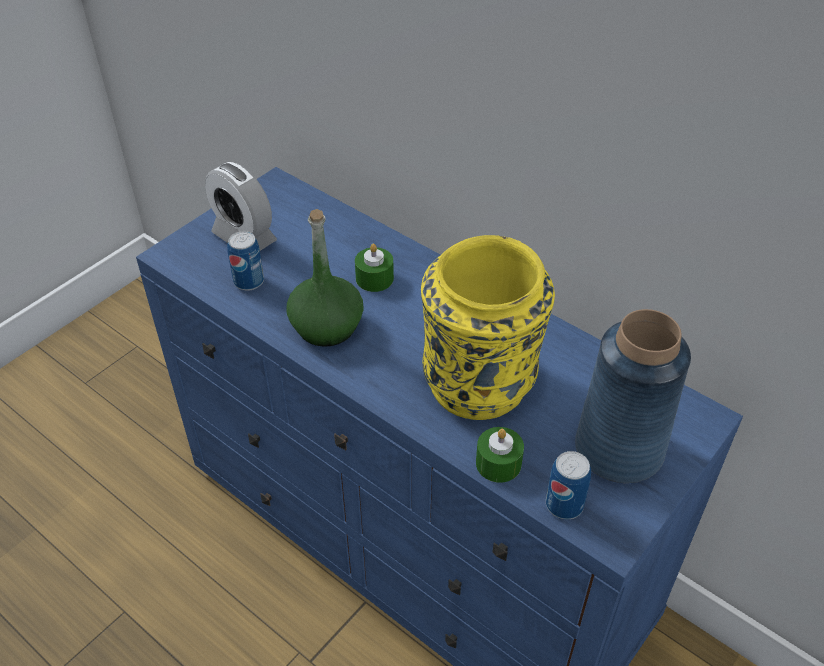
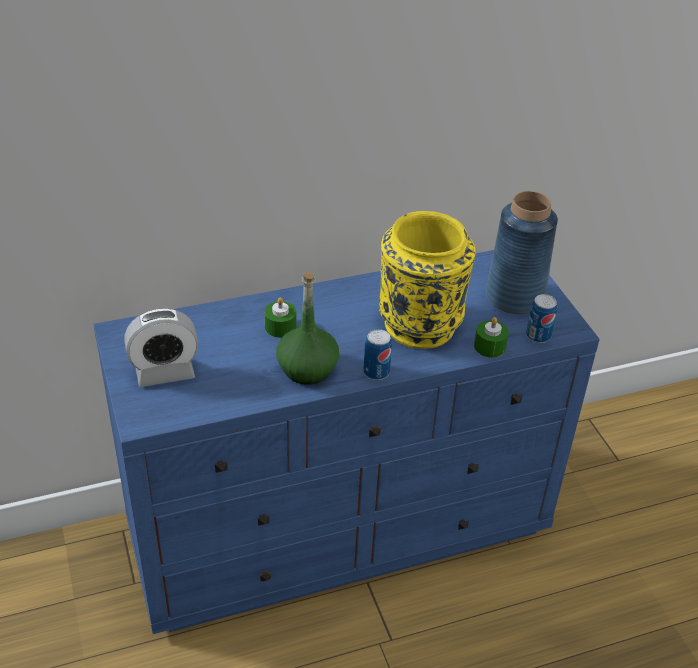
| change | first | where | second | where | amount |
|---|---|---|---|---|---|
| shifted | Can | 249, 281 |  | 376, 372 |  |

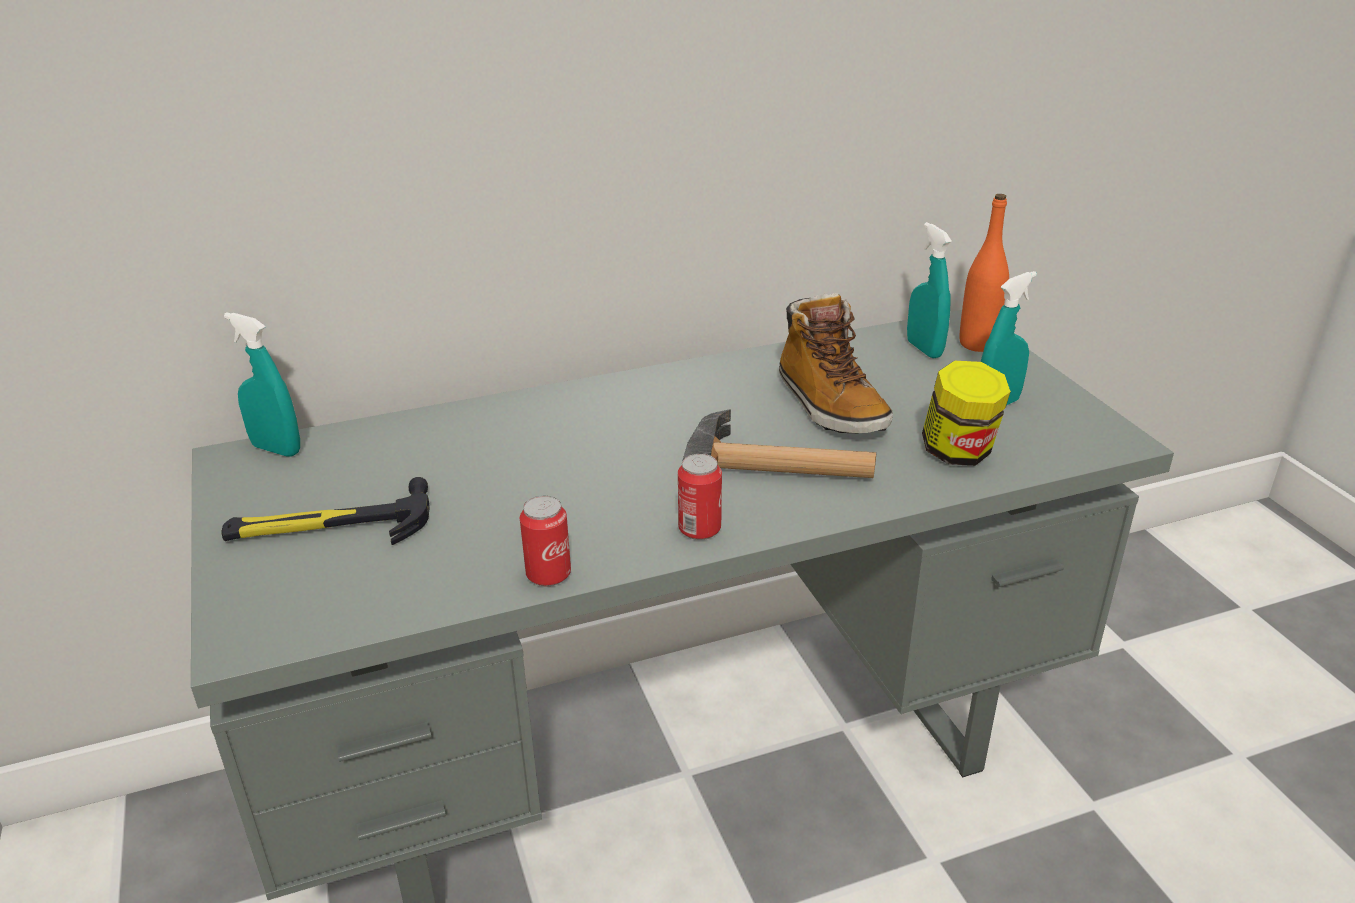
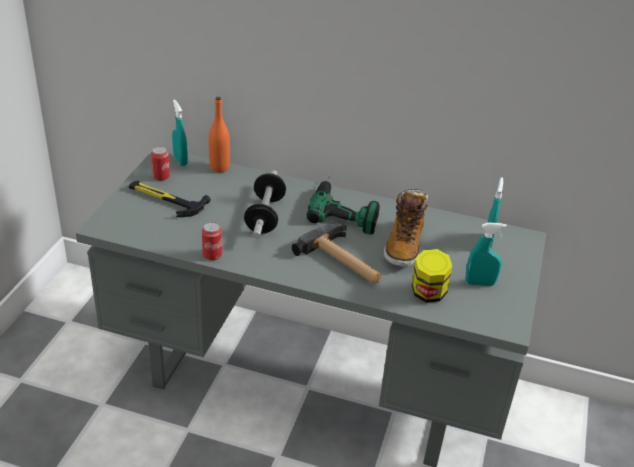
| change | first | where | second | where | amount |
|---|---|---|---|---|---|
| shifted | OrangeBottle | 978, 344 |  | 219, 168 |  |
| shifted | Can | 699, 529 |  | 161, 177 |  |
| new |  |  | Dumbbell | 265, 216 |  |
| new |  |  | PowerDrill | 345, 206 |  |

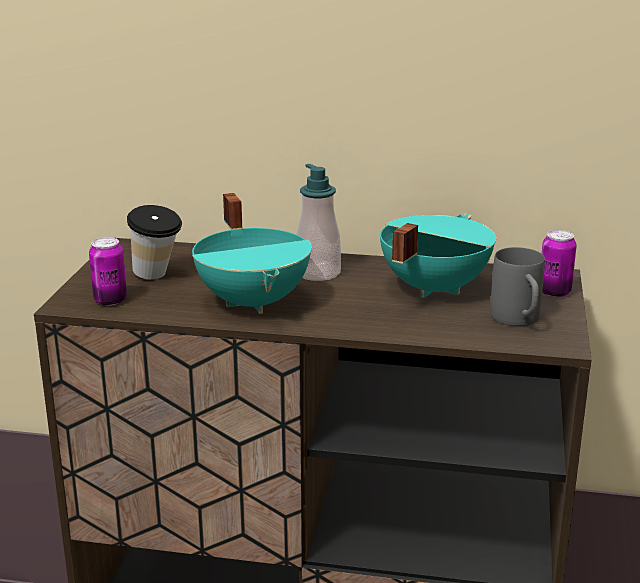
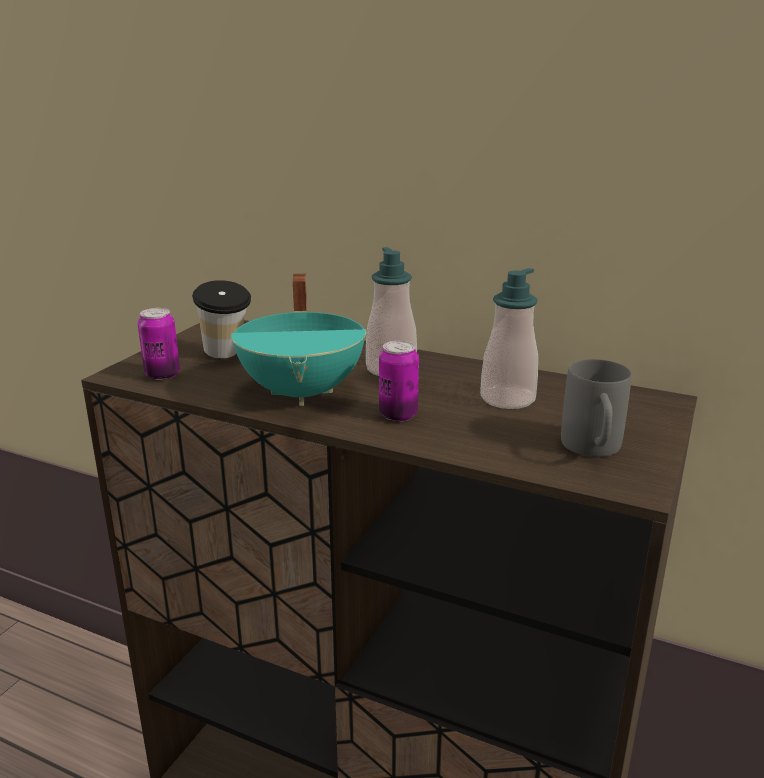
| change | first | where | second | where | amount |
|---|---|---|---|---|---|
| swapped | TurquoiseCookingPot | 432, 288 | SoapDispenser | 507, 399 |  |
| shifted | Can | 554, 292 |  | 398, 415 |  |

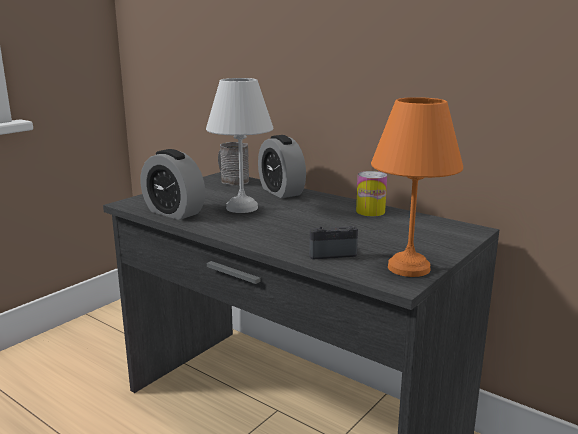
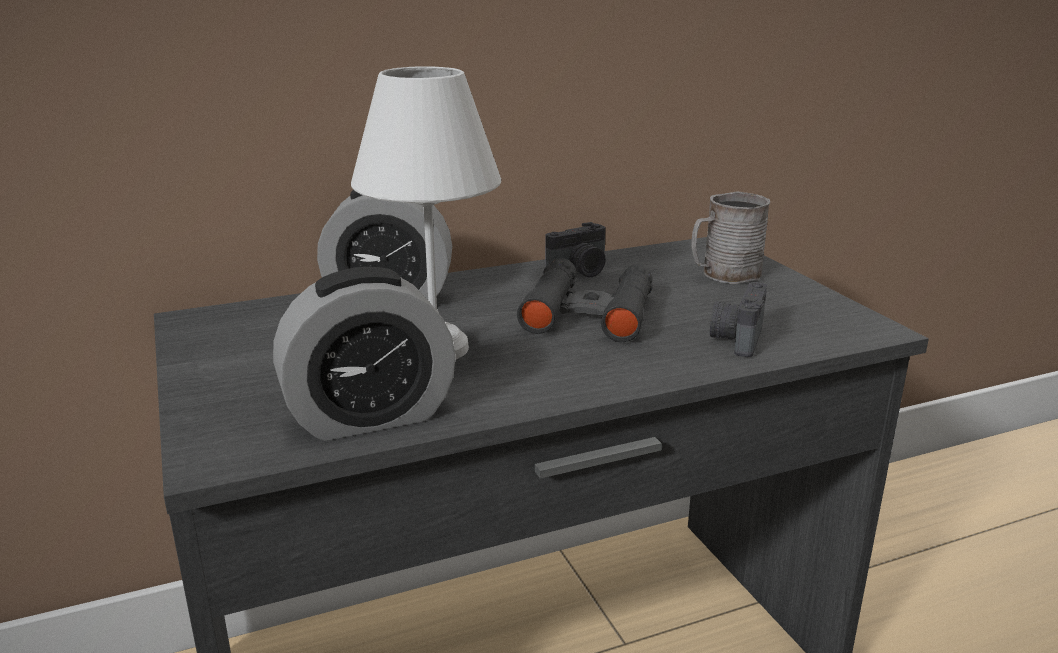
| change | first | where | second | where | amount |
|---|---|---|---|---|---|
| gone | OrangeTableLamp | 406, 268 |  |  |  |
| shifted | GreyMug | 232, 181 |  | 724, 275 |  |
| swapped | Can | 370, 211 | PhotoCamera | 580, 271 |  |
| new |  |  | BlackBinoculars | 588, 313 |  |

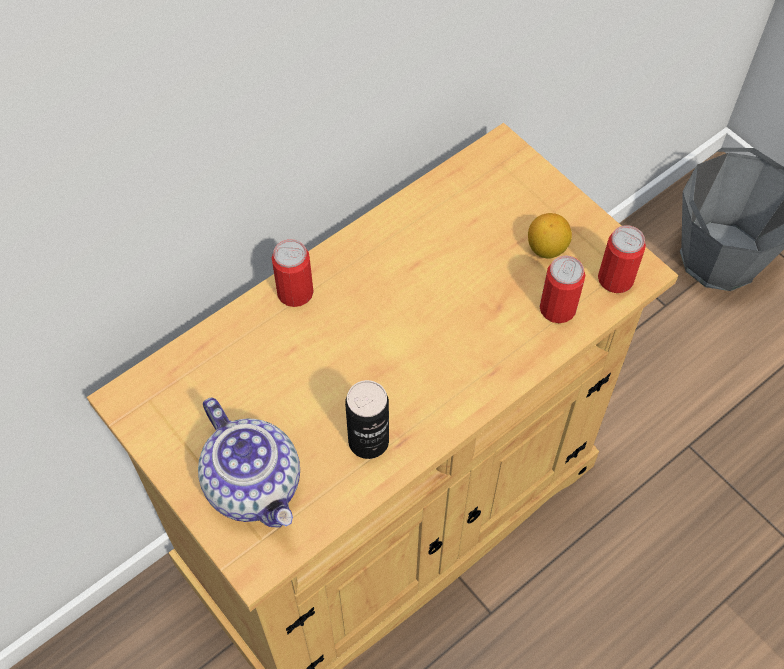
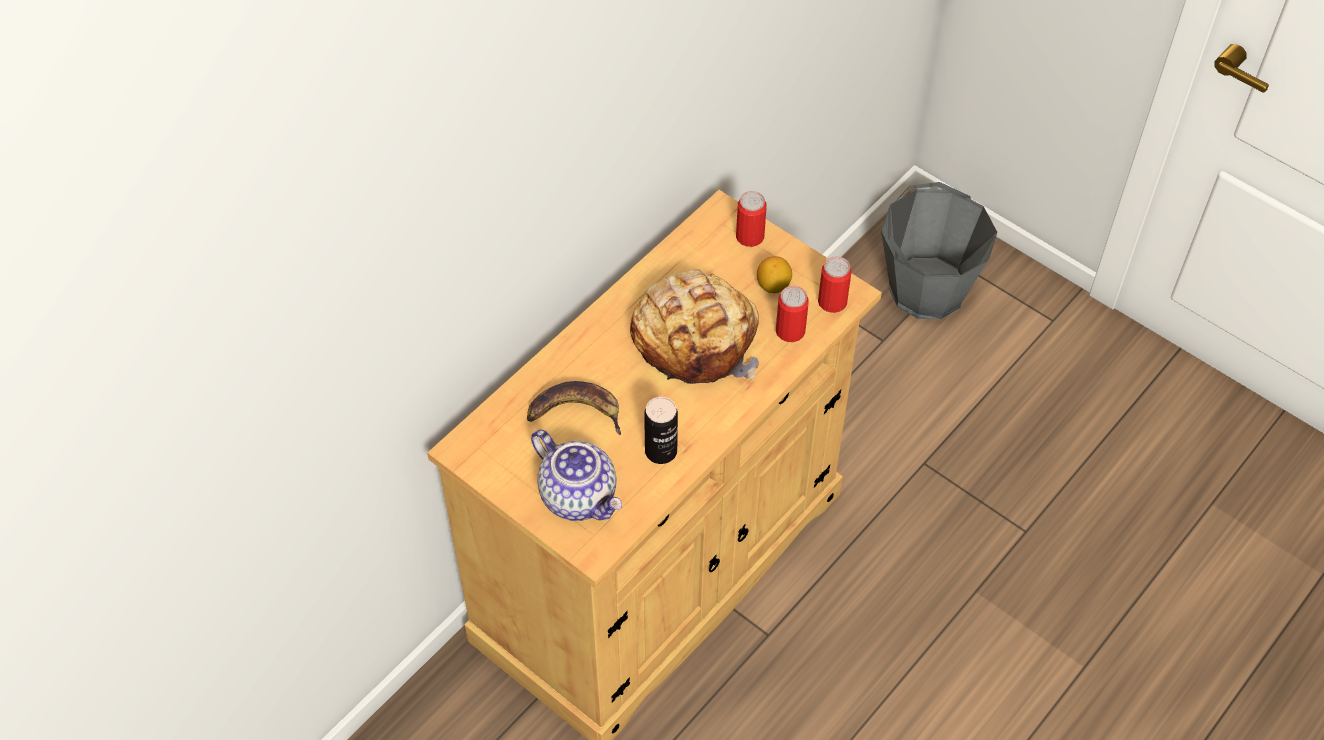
| change | first | where | second | where | amount |
|---|---|---|---|---|---|
| shifted | Can | 295, 292 |  | 750, 236 |  |
| new |  |  | Bread | 696, 338 |  |
| new |  |  | Banana | 576, 412 |  |

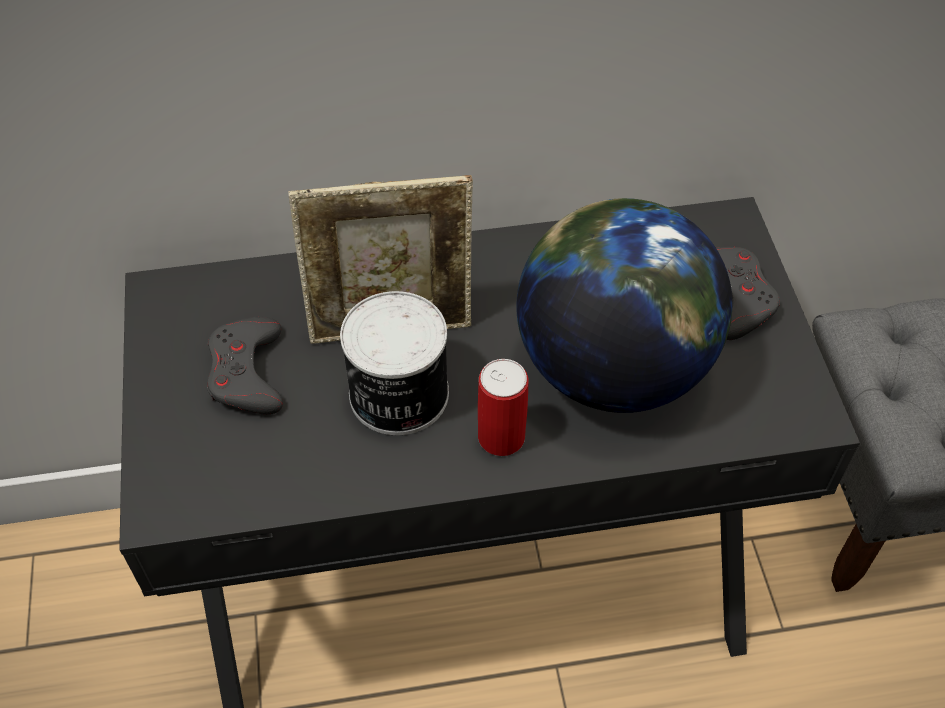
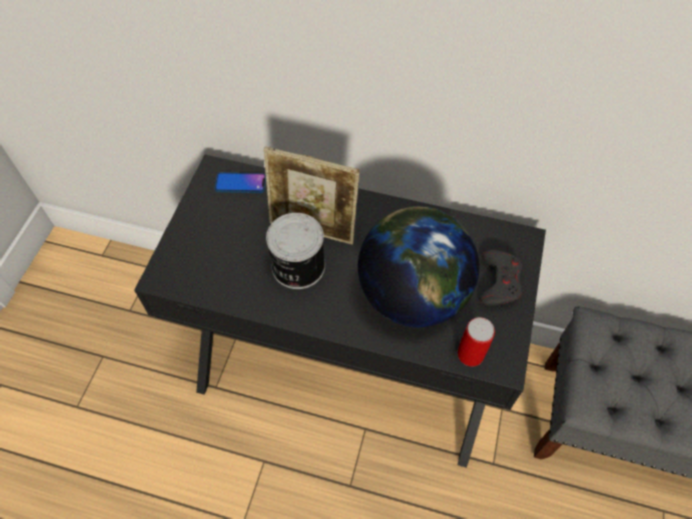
| change | first | where | second | where | amount |
|---|---|---|---|---|---|
| gone | GreyGameController | 247, 373 |  |  |  |
| shifted | Can | 501, 437 |  | 470, 354 |  |
| new |  |  | Phone | 240, 183 |  |

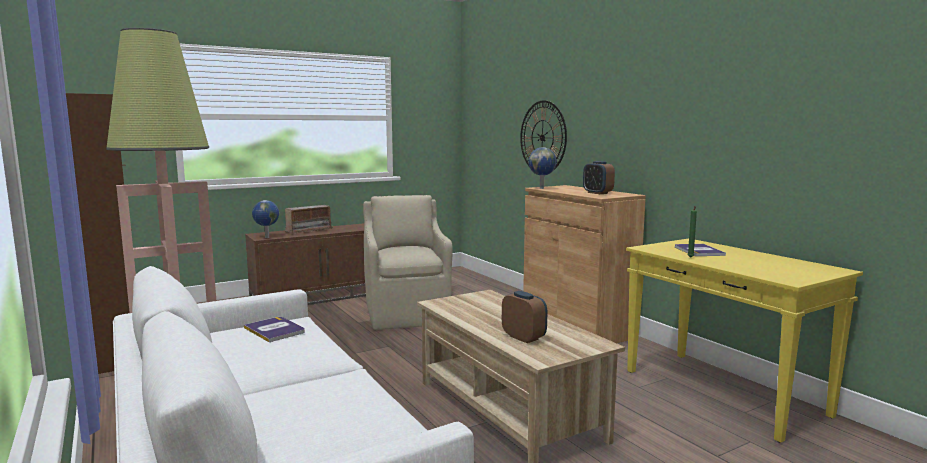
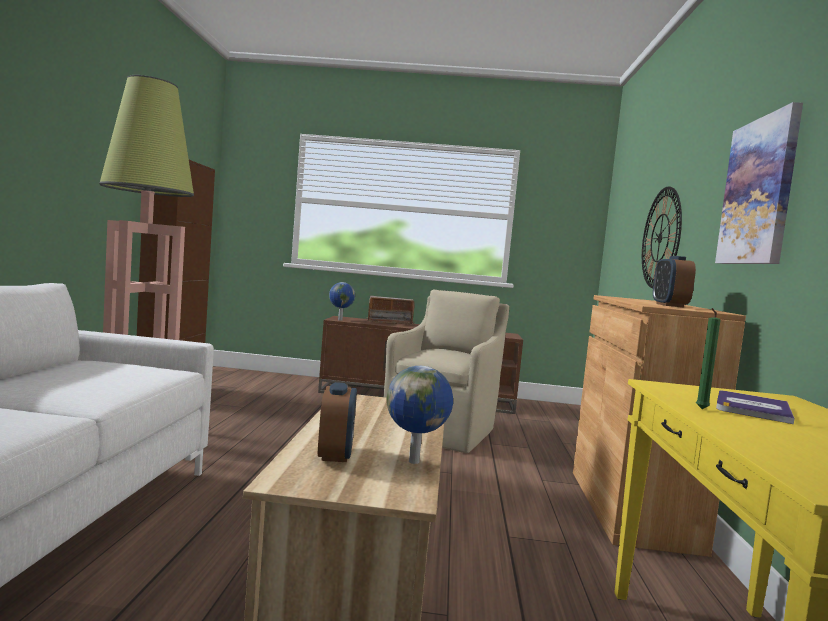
| change | first | where | second | where | amount |
|---|---|---|---|---|---|
| shifted | Globe | 542, 188 |  | 415, 461 |  |
| gone | Book | 275, 330 |  |  |  |
| new |  |  | Picture | 758, 192 |  |

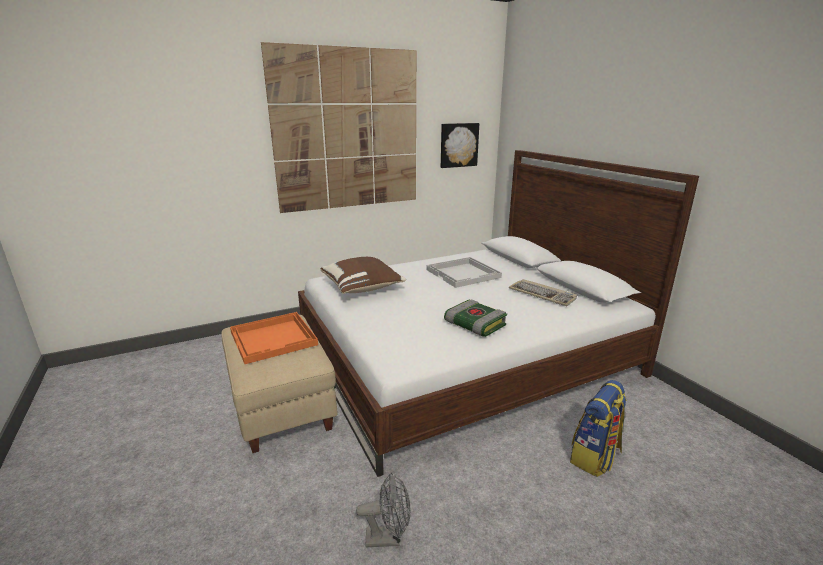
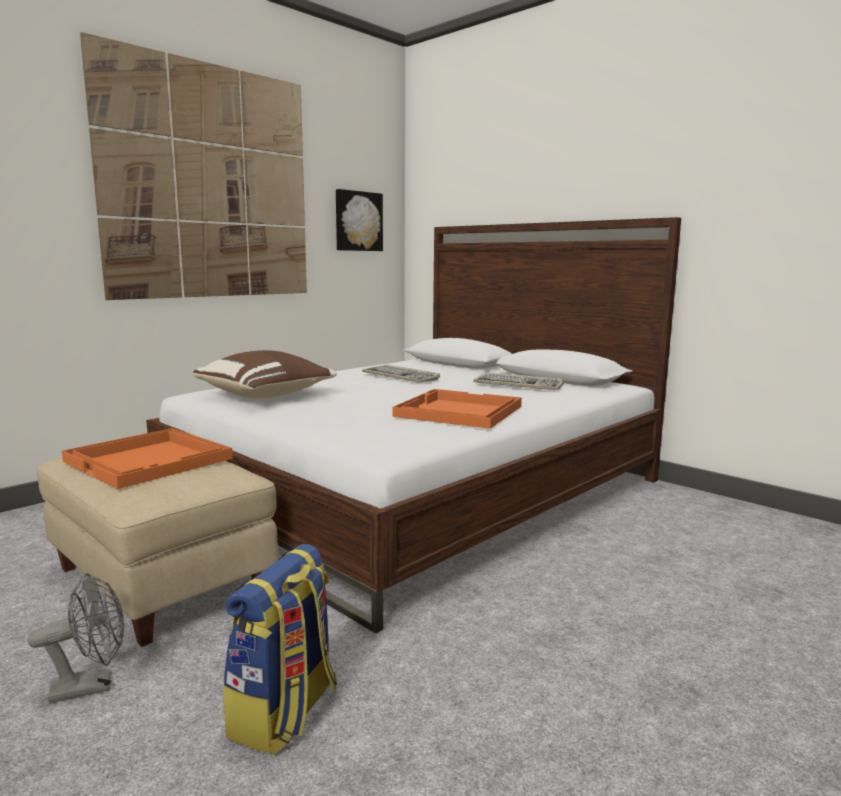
| change | first | where | second | where | amount |
|---|---|---|---|---|---|
| swapped | WhiteTray | 463, 273 | Keyboard | 401, 377 |  |
| swapped | Book | 474, 324 | OrangeTray | 457, 411 |  |
| shifted | Backpack | 595, 457 |  | 285, 713 |  |
| shifted | GreyFan | 388, 537 |  | 91, 685 |  |

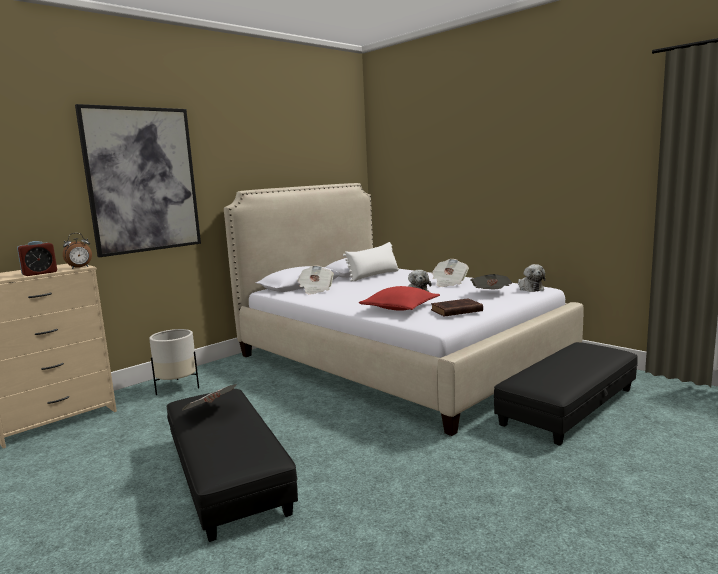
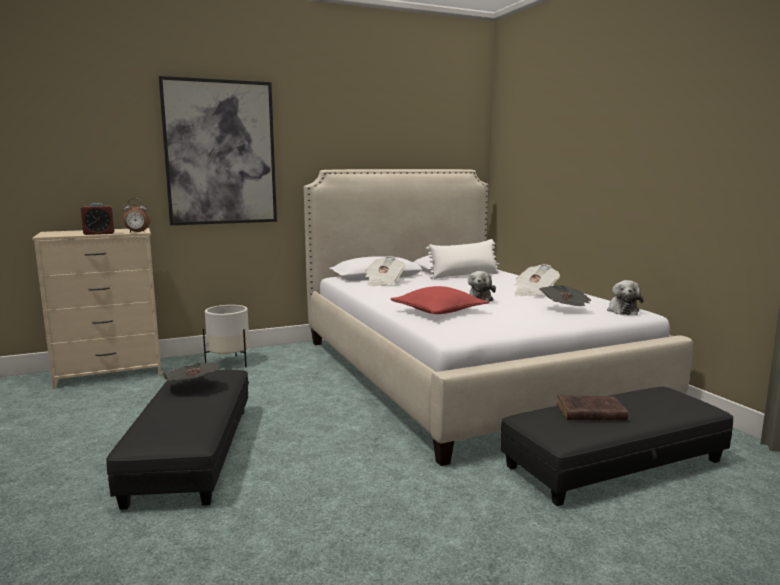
| change | first | where | second | where | amount |
|---|---|---|---|---|---|
| shifted | BrownBook | 455, 311 |  | 588, 412 |  |

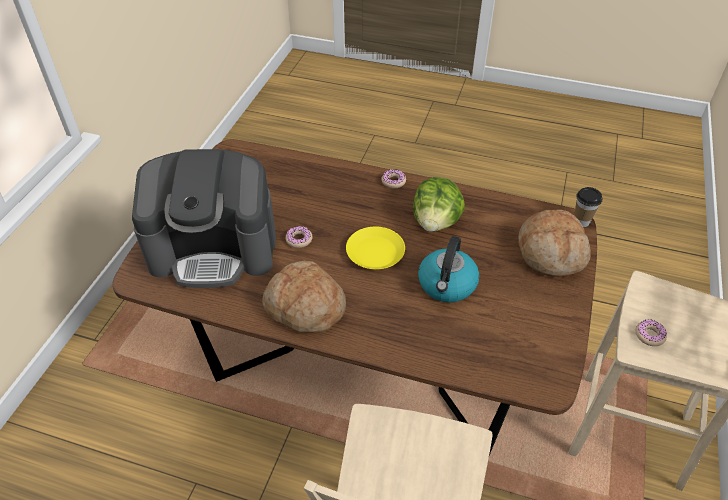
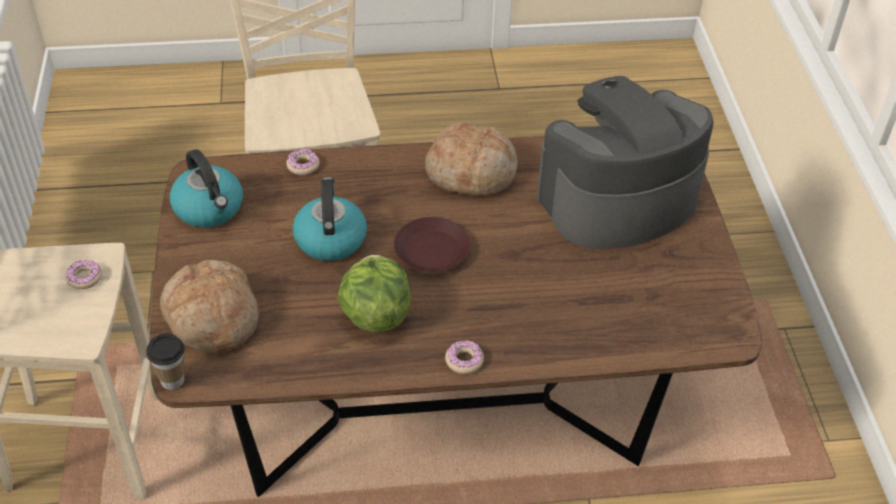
| change | first | where | second | where | amount |
|---|---|---|---|---|---|
| shifted | Donut | 299, 239 |  | 303, 166 |  |
| repainted | YellowPlate | 374, 252 | BrownPlate | 432, 250 |  |
| new |  |  | Kettle | 209, 208 |  |

